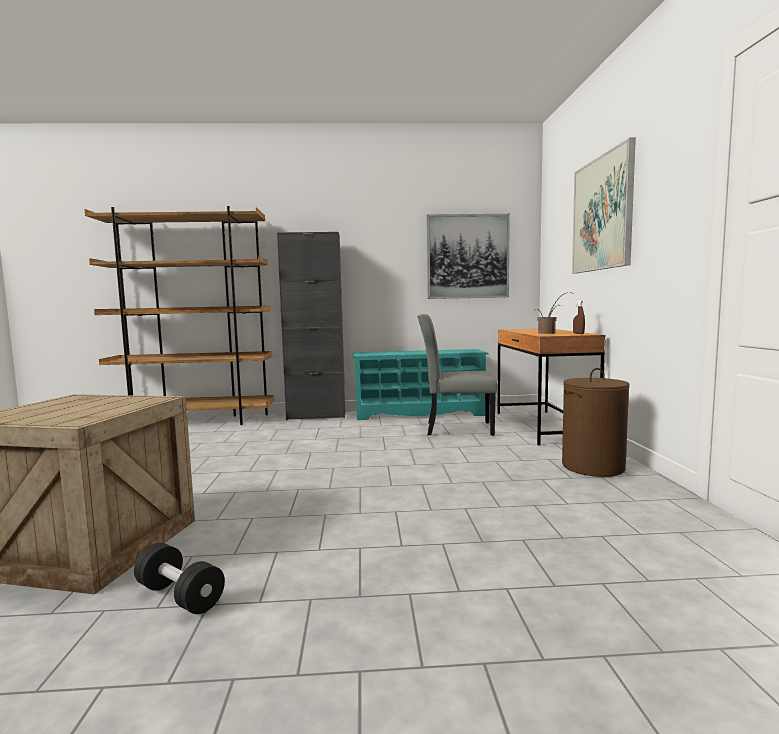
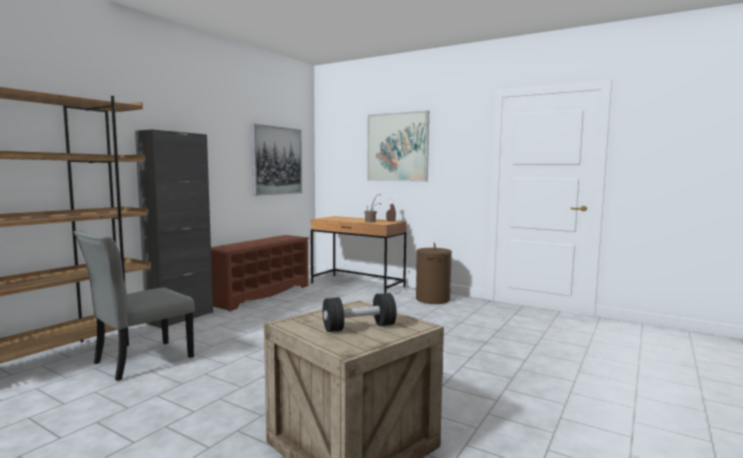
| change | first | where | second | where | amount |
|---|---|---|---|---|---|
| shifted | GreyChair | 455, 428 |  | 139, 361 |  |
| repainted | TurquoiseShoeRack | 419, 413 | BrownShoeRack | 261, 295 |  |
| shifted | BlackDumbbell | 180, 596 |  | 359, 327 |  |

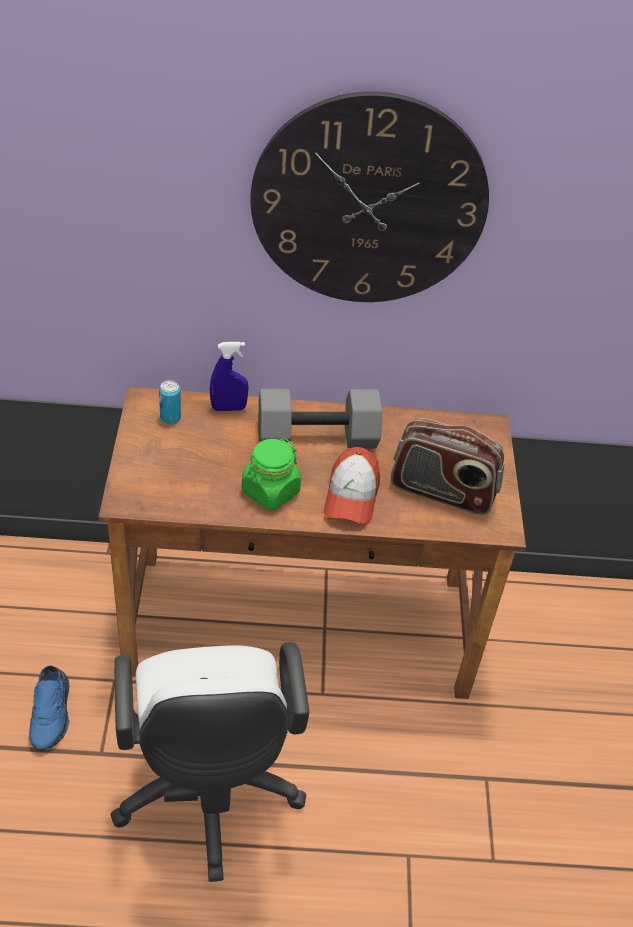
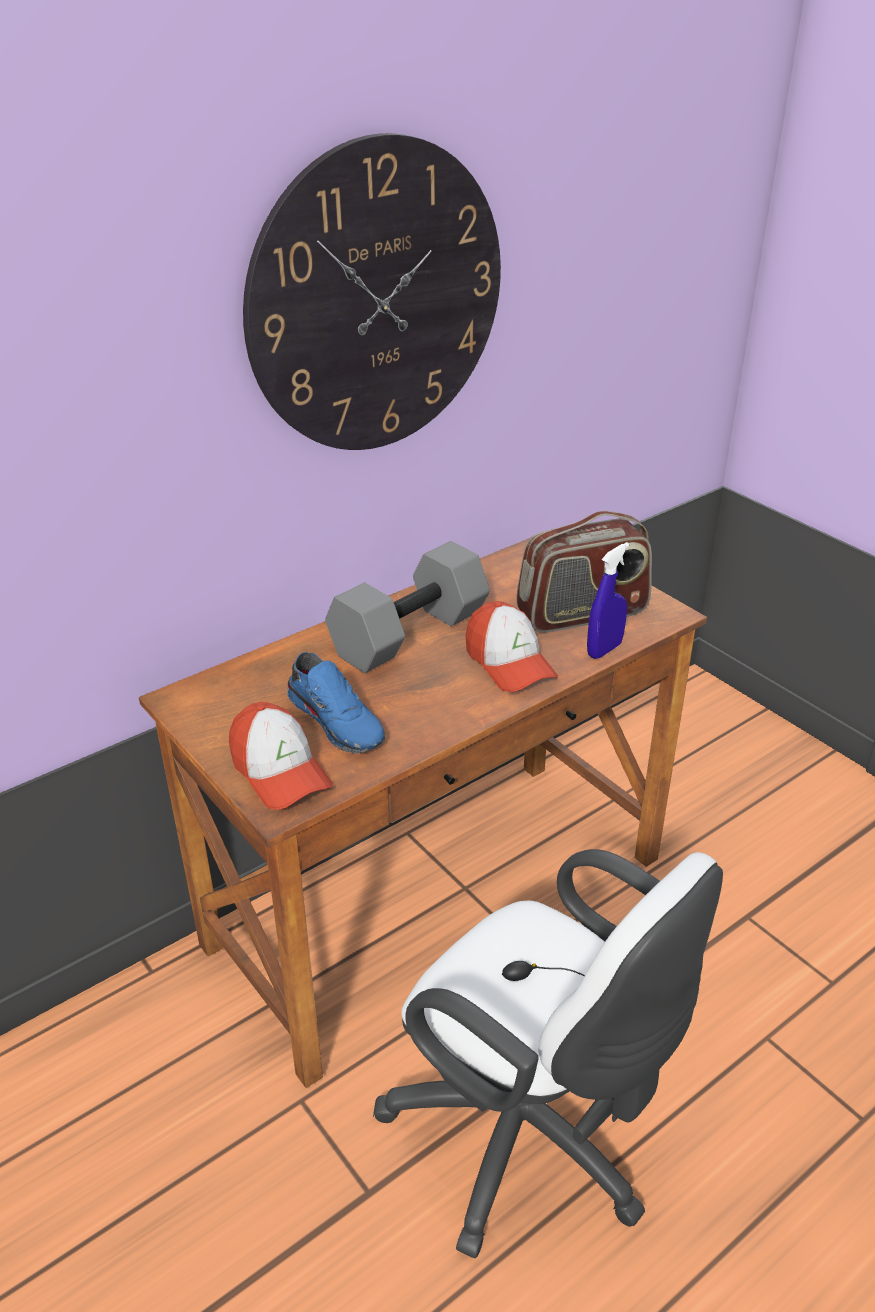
| change | first | where | second | where | amount |
|---|---|---|---|---|---|
| shifted | BlueSprayBottle | 228, 408 |  | 604, 650 |  |
| gone | Can | 170, 417 |  |  |  |
| gone | GreenJar | 270, 491 |  |  |  |
| shifted | BlueShoe | 52, 714 |  | 338, 720 |  |
| new |  |  | Cap | 280, 772 |  |

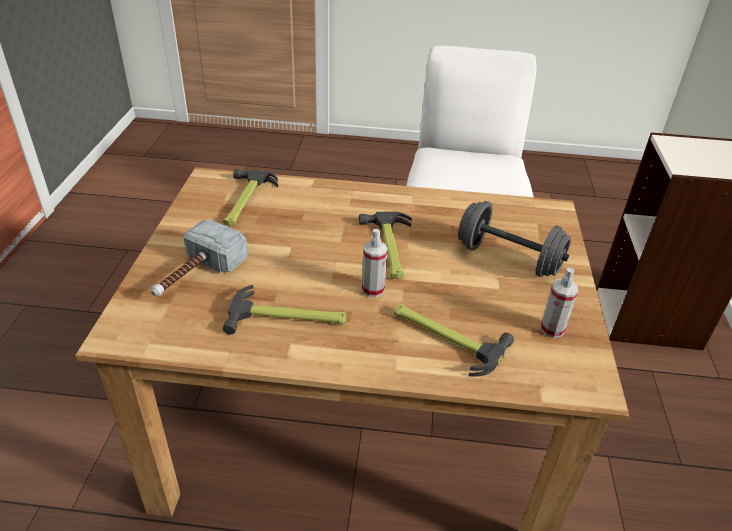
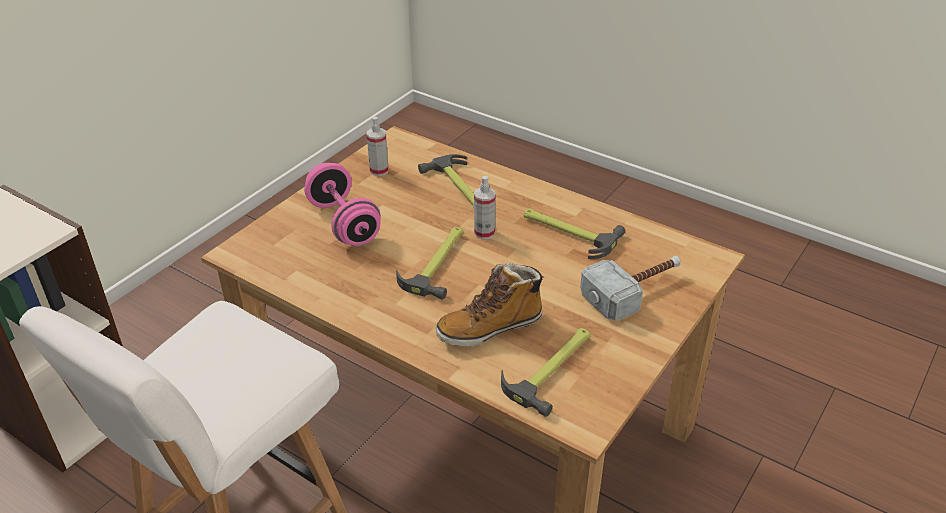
| change | first | where | second | where | amount |
|---|---|---|---|---|---|
| repainted | GreyDumbbell | 508, 258 | PinkDumbbell | 344, 223 |  |
| new |  |  | Boot | 490, 327 |  |

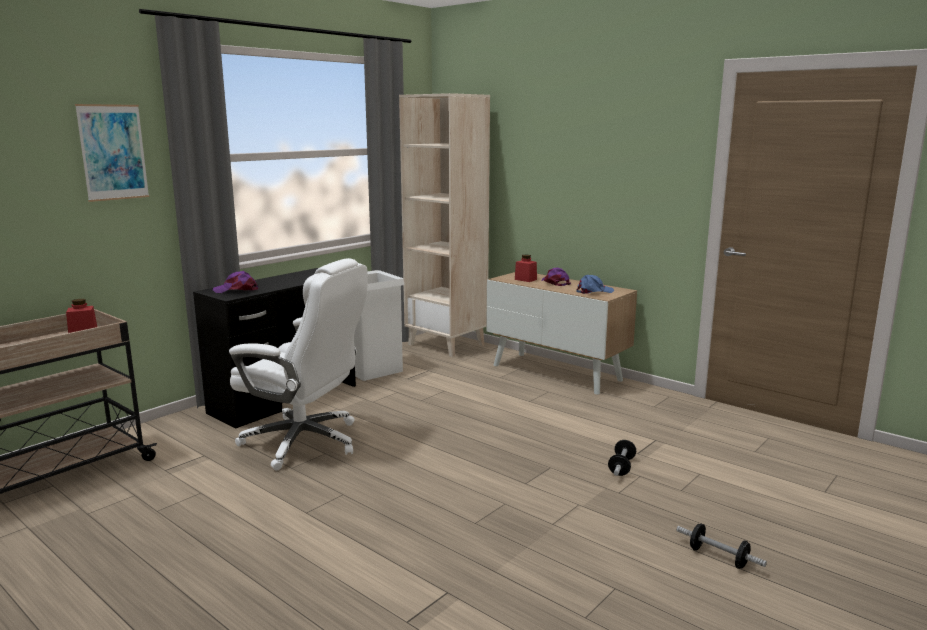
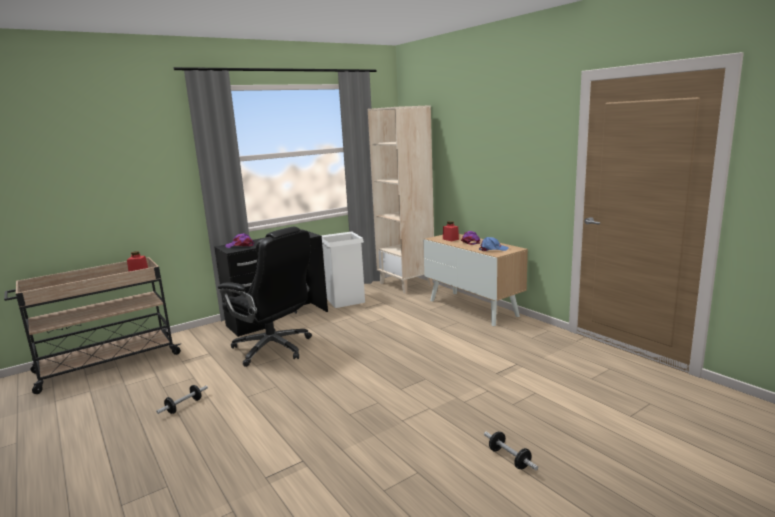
| change | first | where | second | where | amount |
|---|---|---|---|---|---|
| gone | Picture | 113, 152 |  |  |  |
| repainted | WhiteOfficeChair | 305, 442 | BlackOfficeChair | 273, 348 |  |
| shifted | Dumbbell | 621, 467 |  | 184, 406 |  |

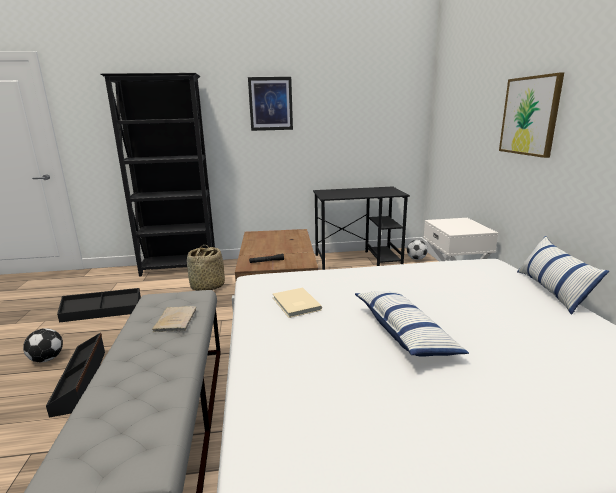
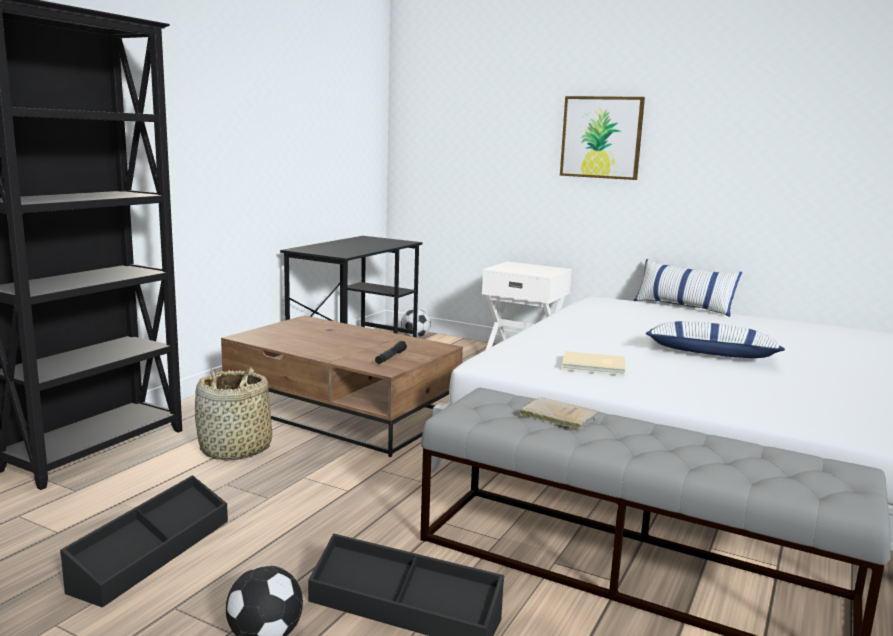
| change | first | where | second | where | amount |
|---|---|---|---|---|---|
| gone | Picture | 270, 104 |  |  |  |

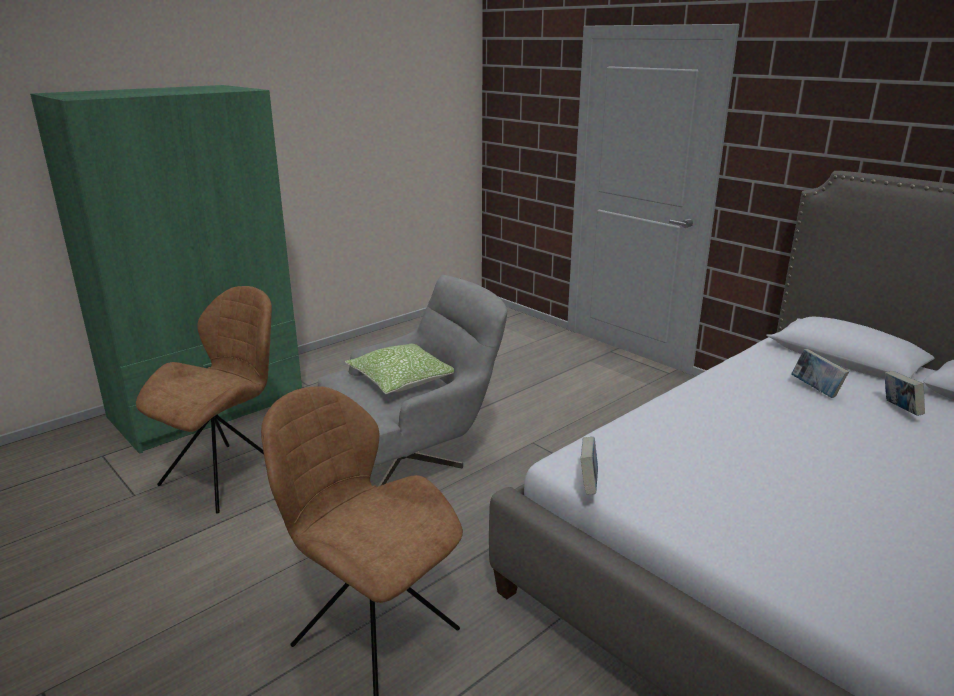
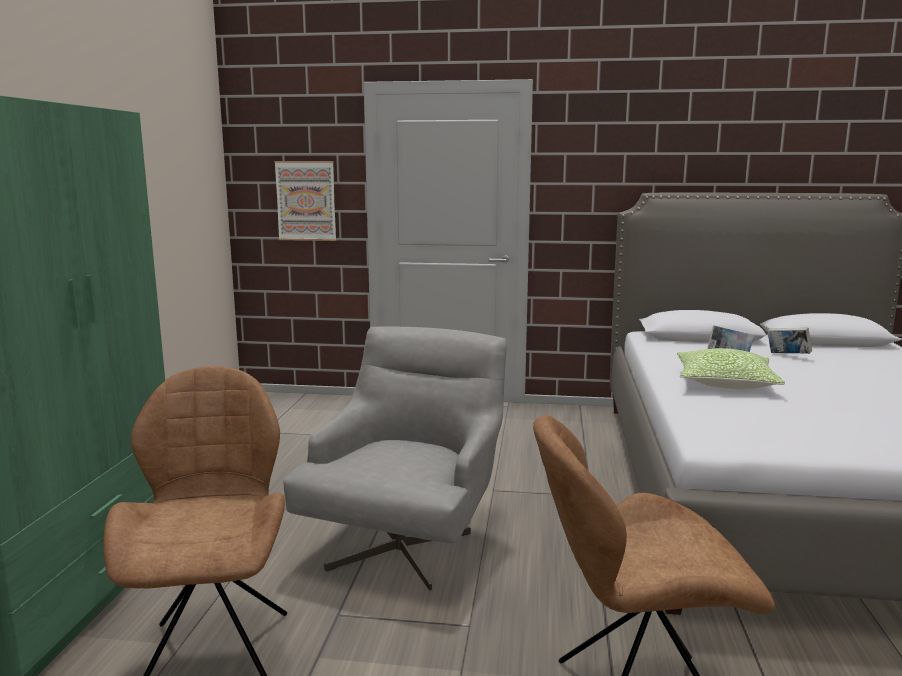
| change | first | where | second | where | amount |
|---|---|---|---|---|---|
| shifted | Pillow | 401, 380 |  | 725, 383 |  |
| gone | Book | 588, 485 |  |  |  |
| new |  |  | Picture | 306, 201 |  |

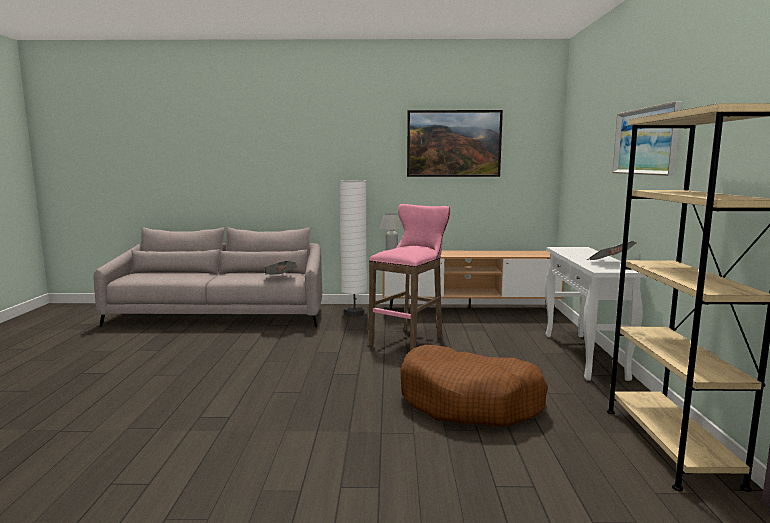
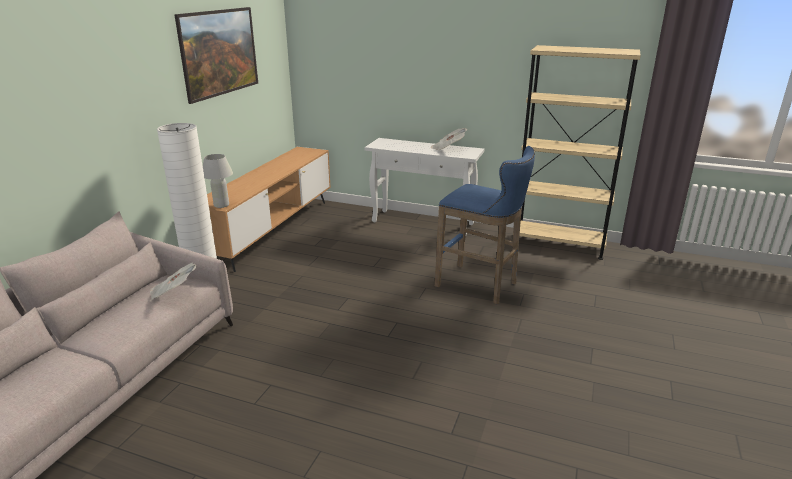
| change | first | where | second | where | amount |
|---|---|---|---|---|---|
| gone | Picture | 645, 141 |  |  |  |
| gone | PinkStool | 409, 340 |  |  |  |
| swapped | BrownDogBed | 469, 402 | BlueStool | 480, 285 |  |

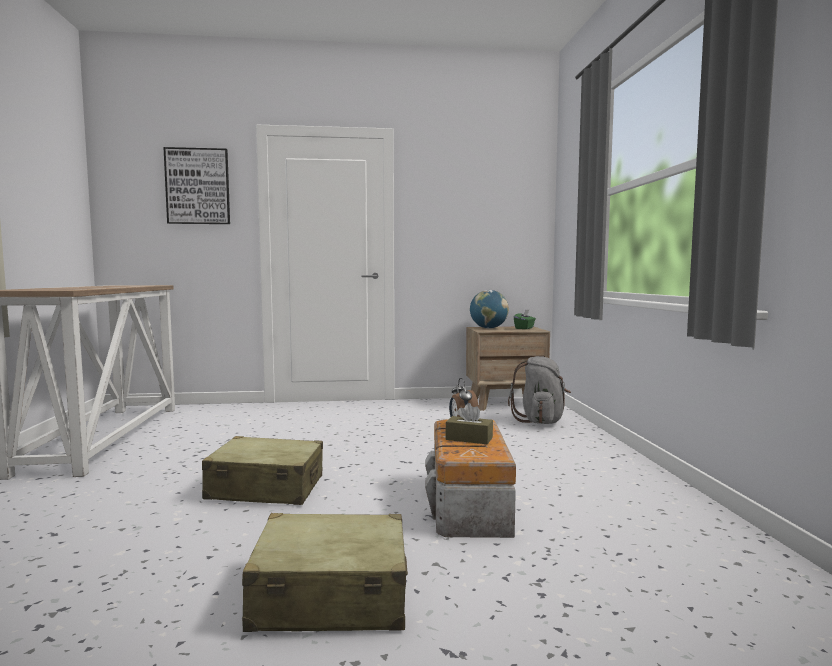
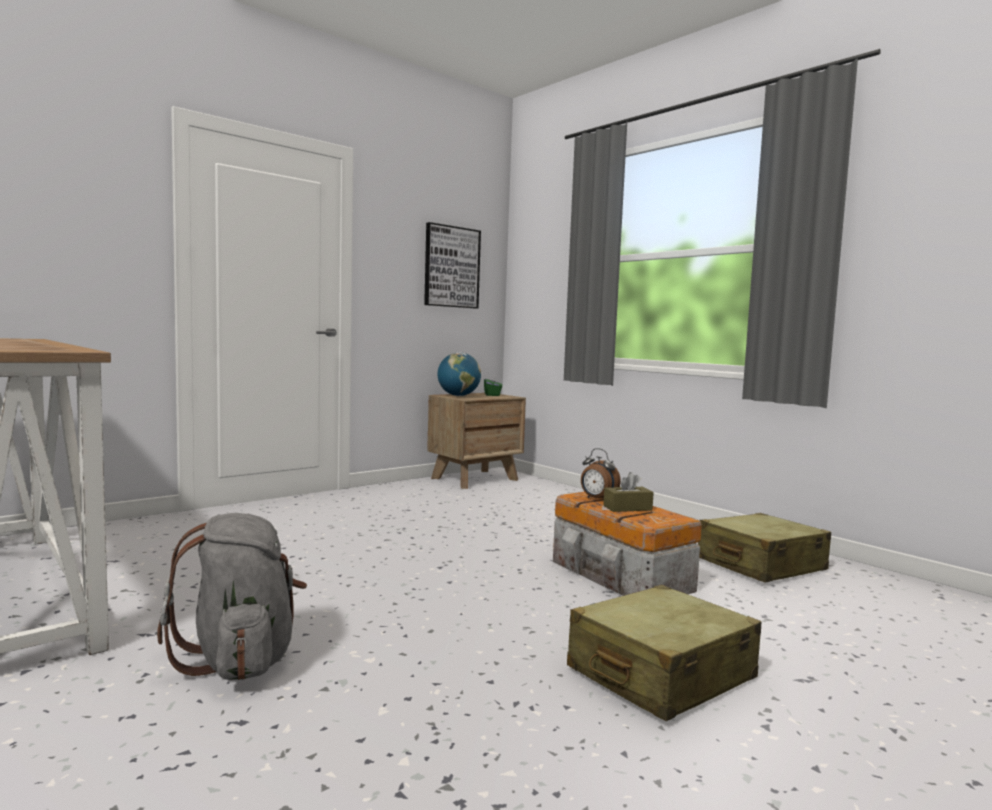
| change | first | where | second | where | amount |
|---|---|---|---|---|---|
| shifted | Picture | 198, 186 |  | 451, 267 |  |
| shifted | GreyBackpack | 540, 421 |  | 240, 659 |  |
| shifted | BeigeSuitcase | 266, 488 |  | 760, 565 |  |

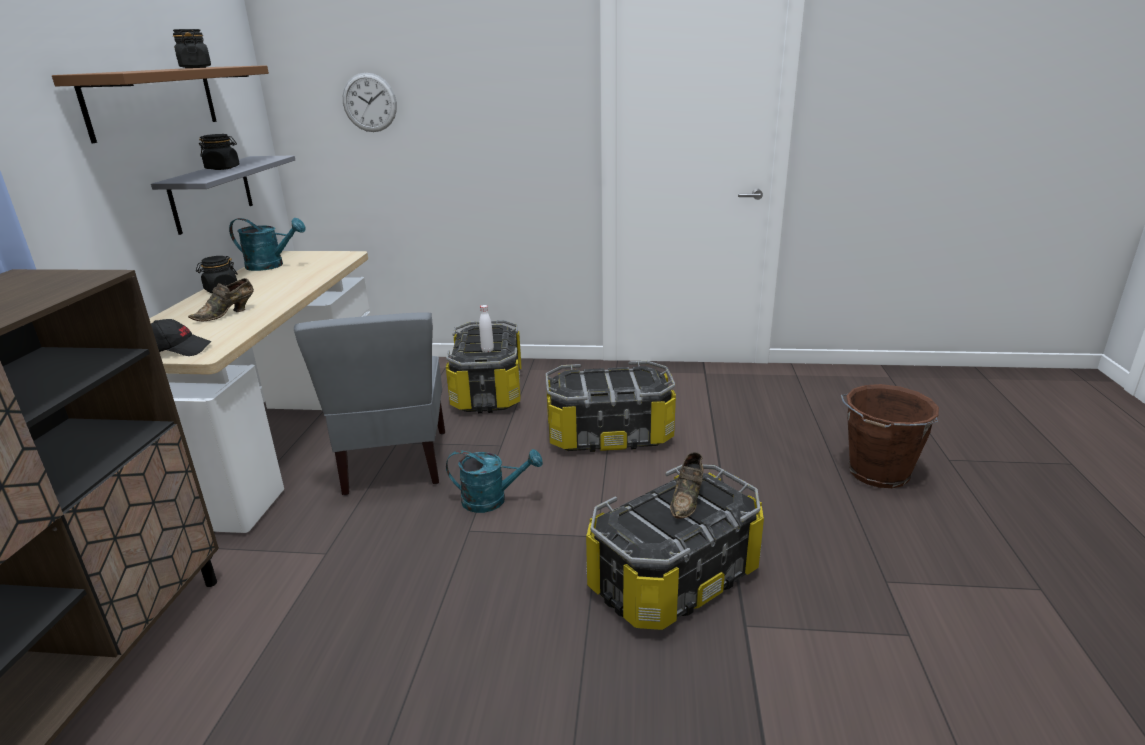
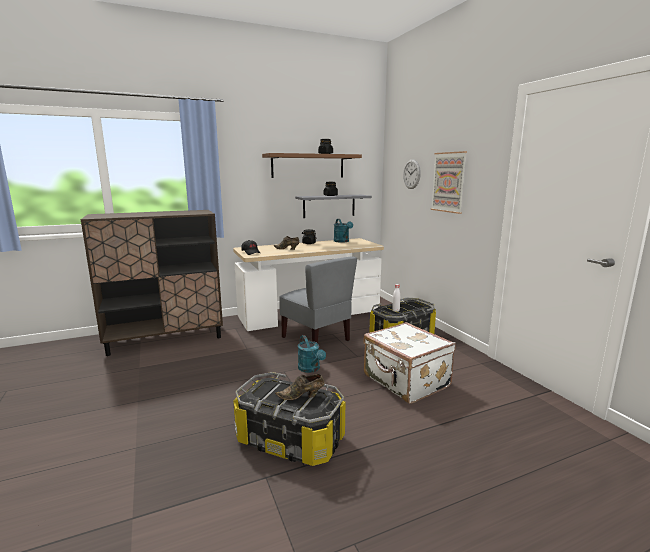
| change | first | where | second | where | amount |
|---|---|---|---|---|---|
| rotated | GreyChair | 394, 462 |  | 316, 339 | 90 degrees counterclockwise |
| swapped | StorageBox | 609, 434 | WhiteSuitcase | 405, 382 |  |
| gone | BrownBucket | 877, 473 |  |  |  |
| new |  |  | Picture | 448, 182 |  |

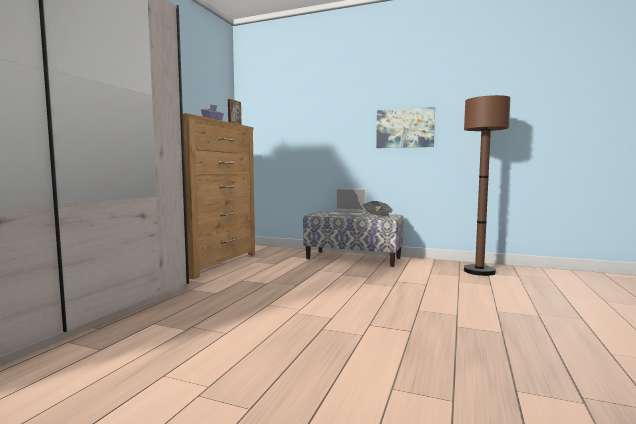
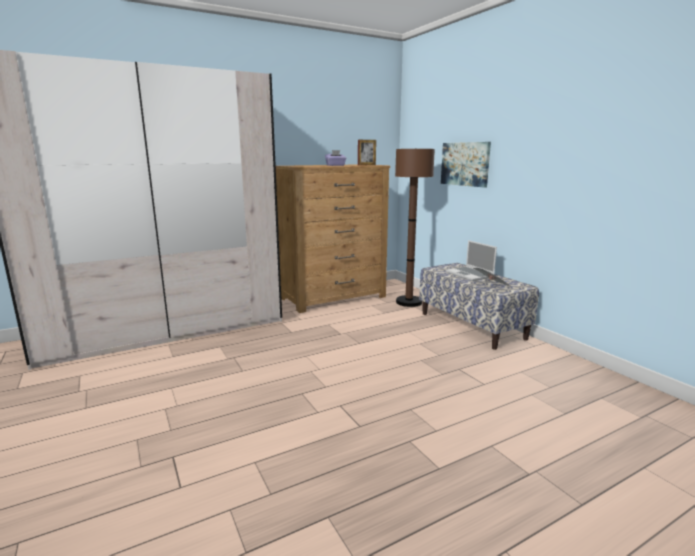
| change | first | where | second | where | amount |
|---|---|---|---|---|---|
| shifted | BrownFloorLamp | 479, 271 |  | 408, 302 |  |
| shifted | Picture | 405, 128 |  | 465, 164 |  |

